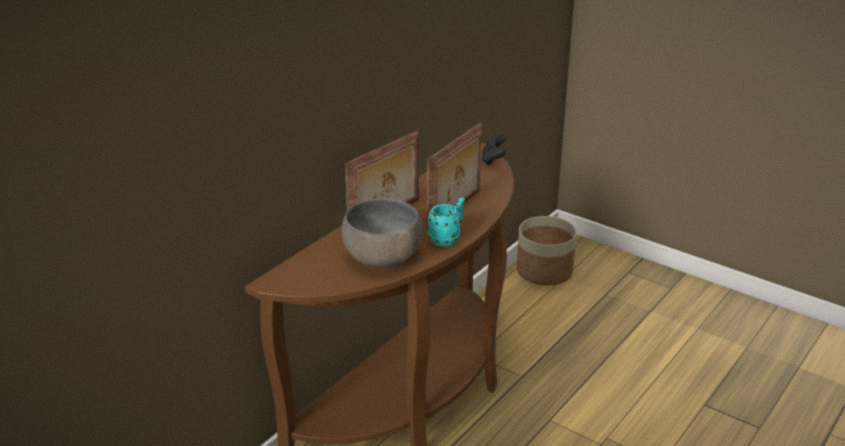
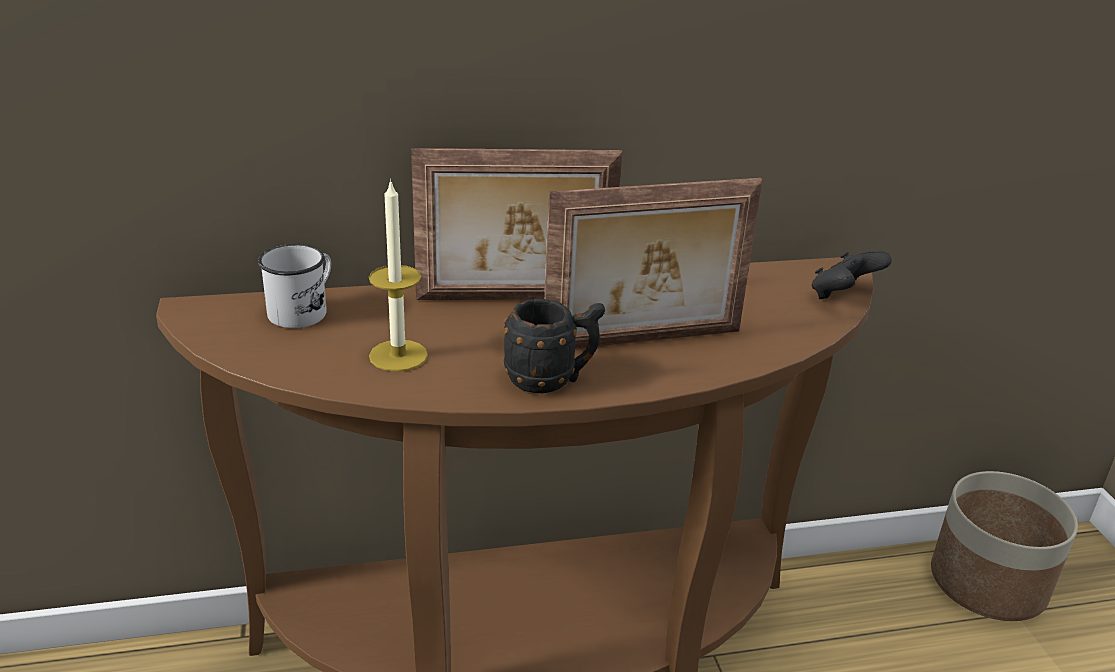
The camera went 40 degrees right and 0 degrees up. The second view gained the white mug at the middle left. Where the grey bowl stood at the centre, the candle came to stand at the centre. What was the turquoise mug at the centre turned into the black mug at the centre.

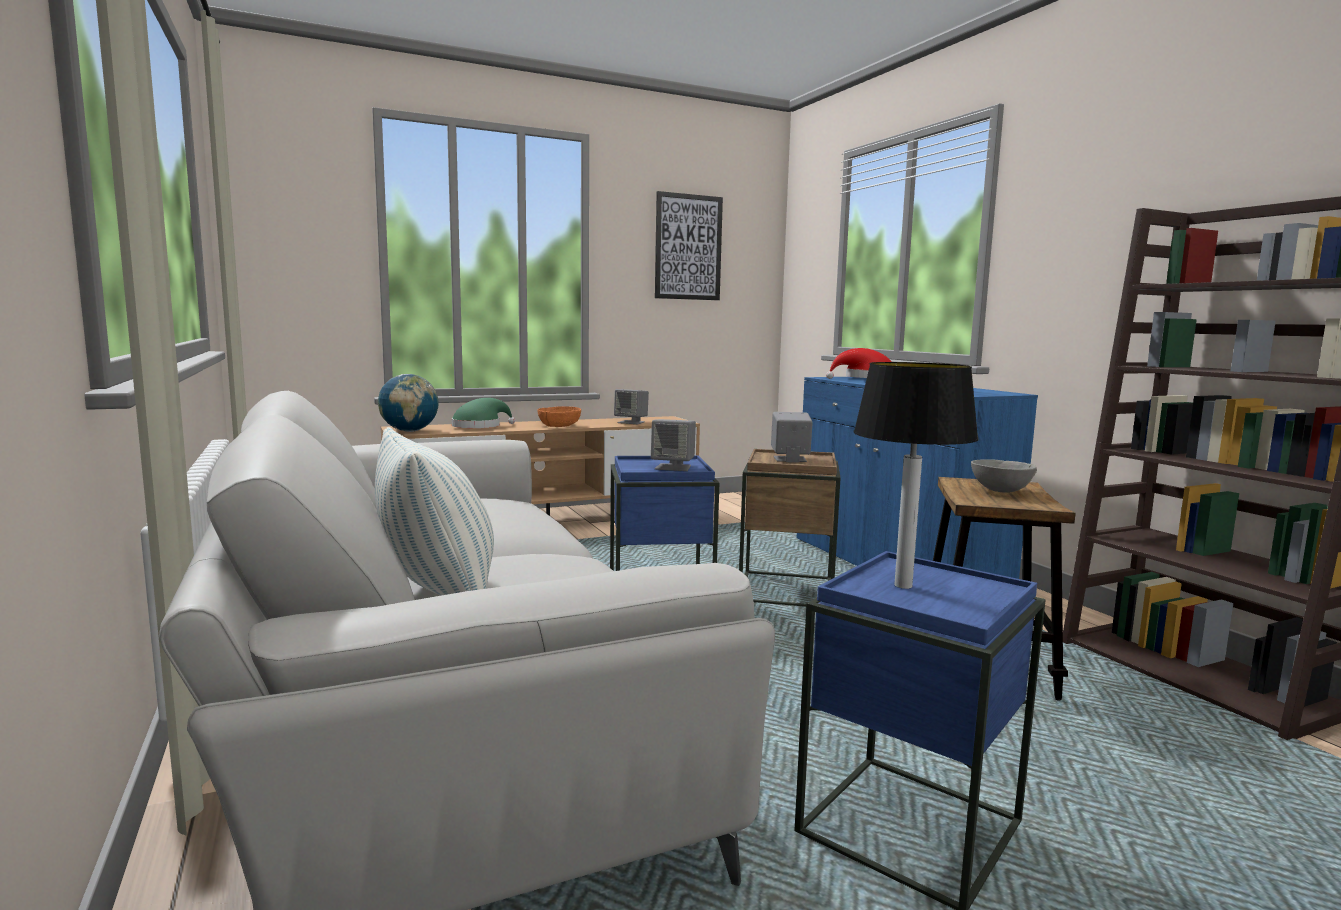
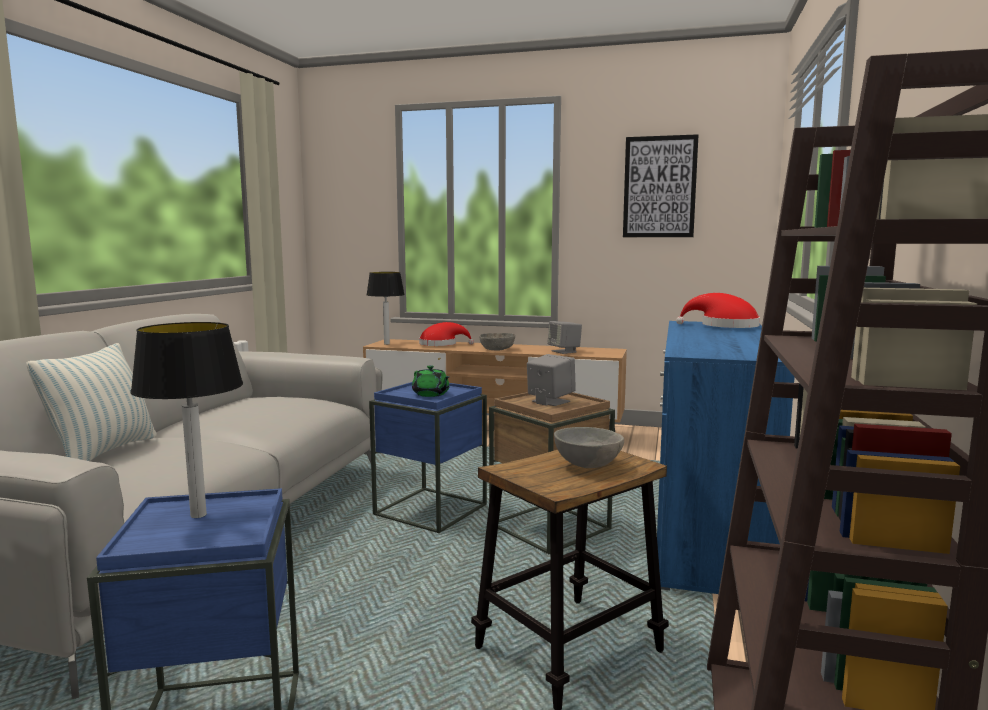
The camera went 40 degrees right and 0 degrees up. Where the globe stood at the middle left, the table lamp (2nd from left) came to stand at the centre. Where the grey speaker (2nd from left) stood at the centre, the green teapot came to stand at the centre. What was the green hat at the centre turned into the red hat (1st from left) at the centre. What was the orange bowl at the centre turned into the grey bowl (1st from left) at the centre.

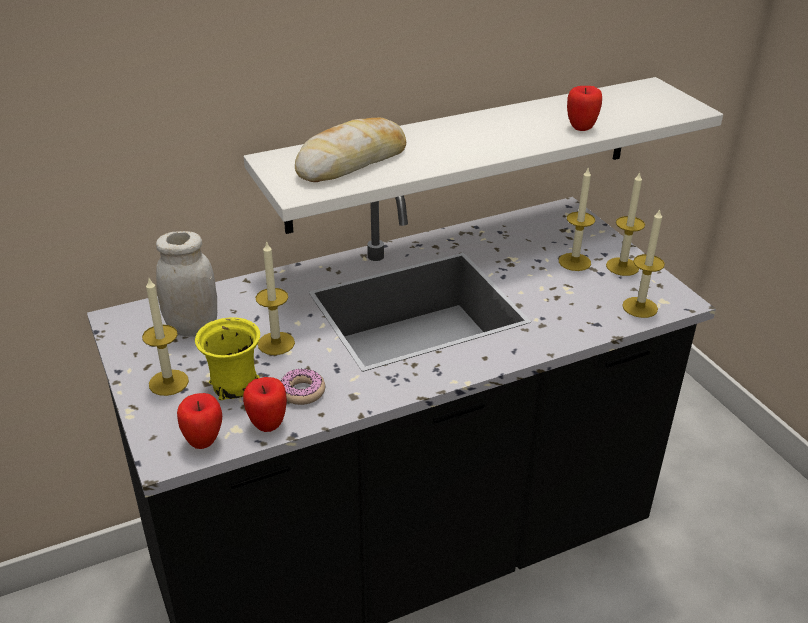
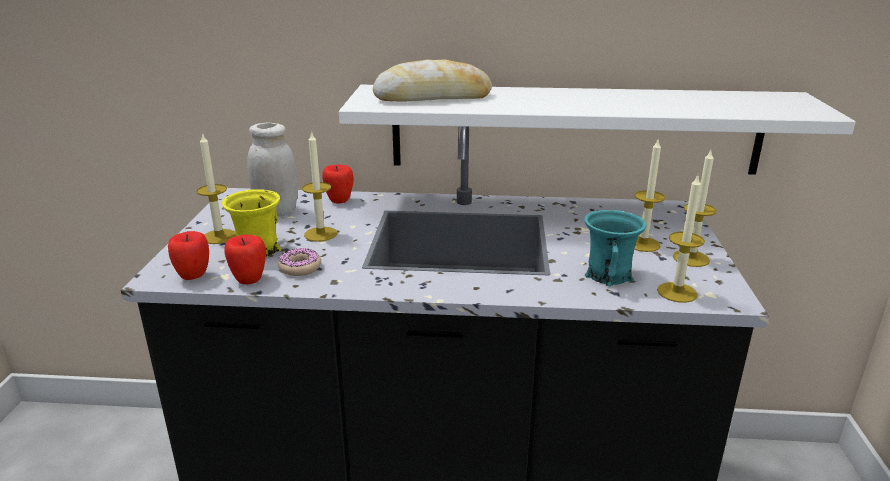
The camera went 30 degrees right and 10 degrees down. The second view gained the turquoise mug at the middle right. The apple (3rd from left) ended up elsewhere, having gone from the top right to the centre.

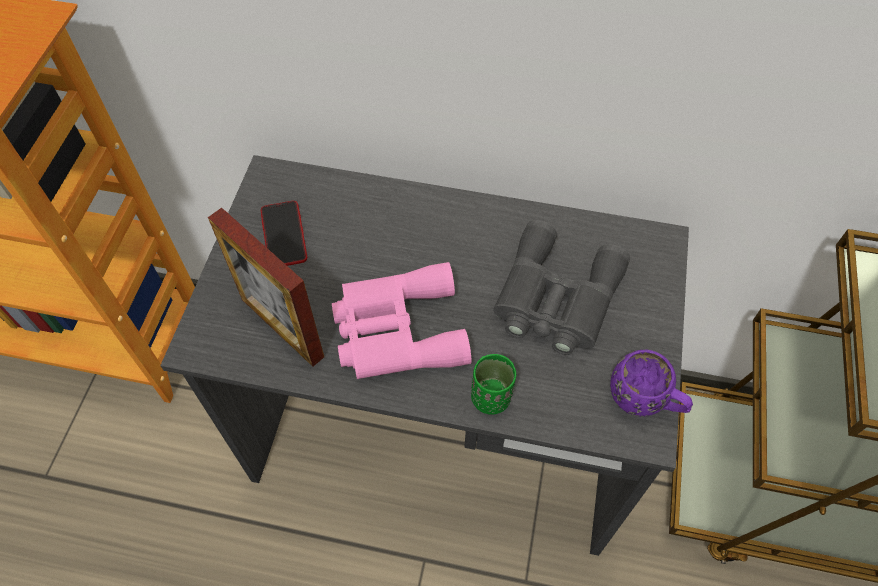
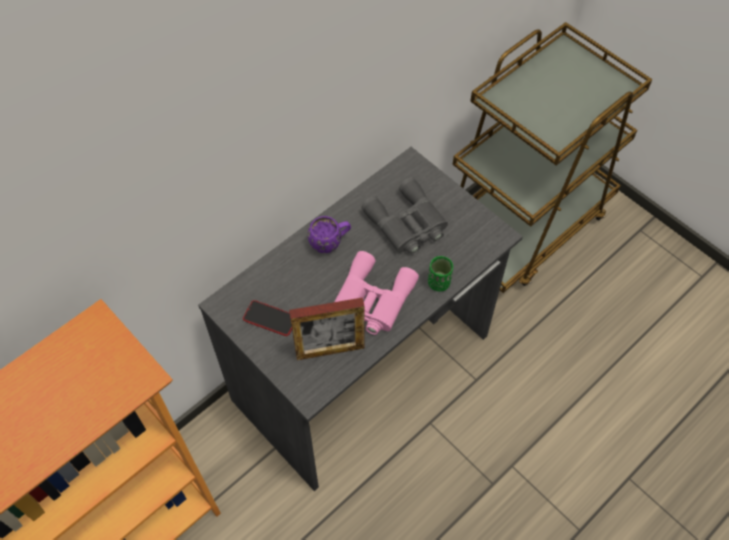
The camera went 55 degrees left and 0 degrees up. The purple mug ended up elsewhere, having gone from the middle right to the centre.

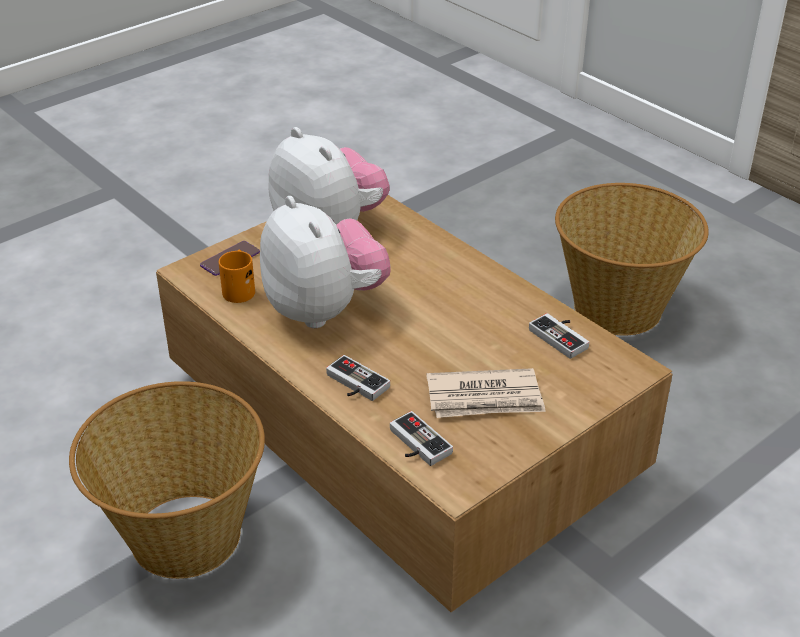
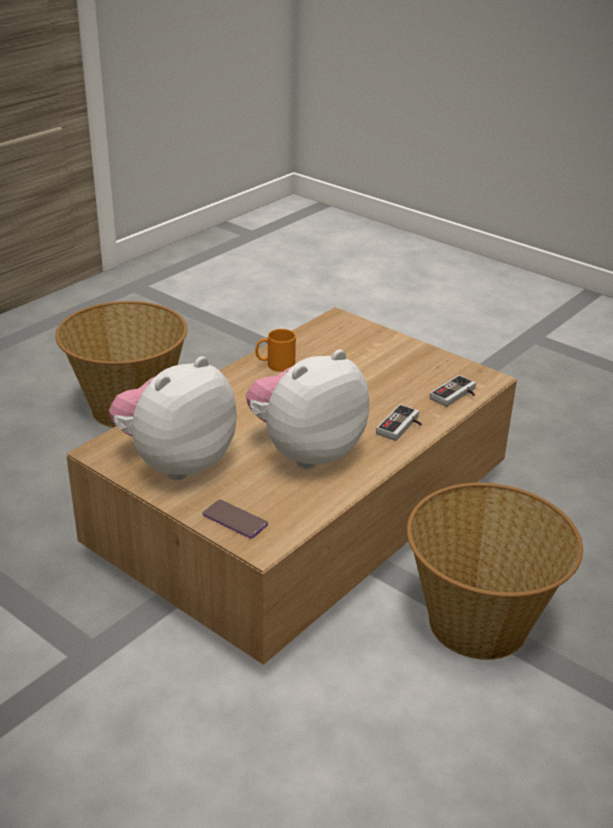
The camera went 100 degrees left and 5 degrees down. The second view lost the newspaper at the centre. The second view lost the game controller (3rd from left) at the middle right. The orange mug ended up elsewhere, having gone from the middle left to the centre.

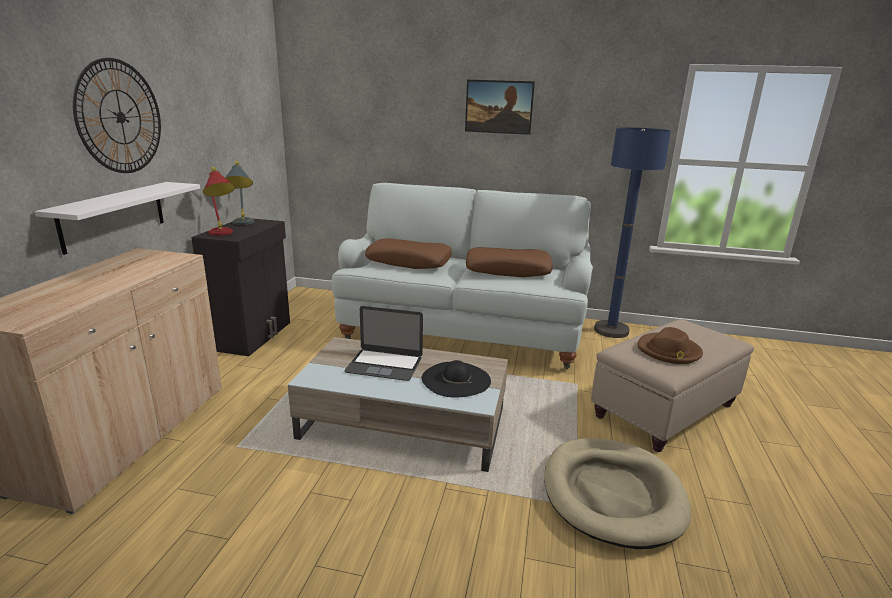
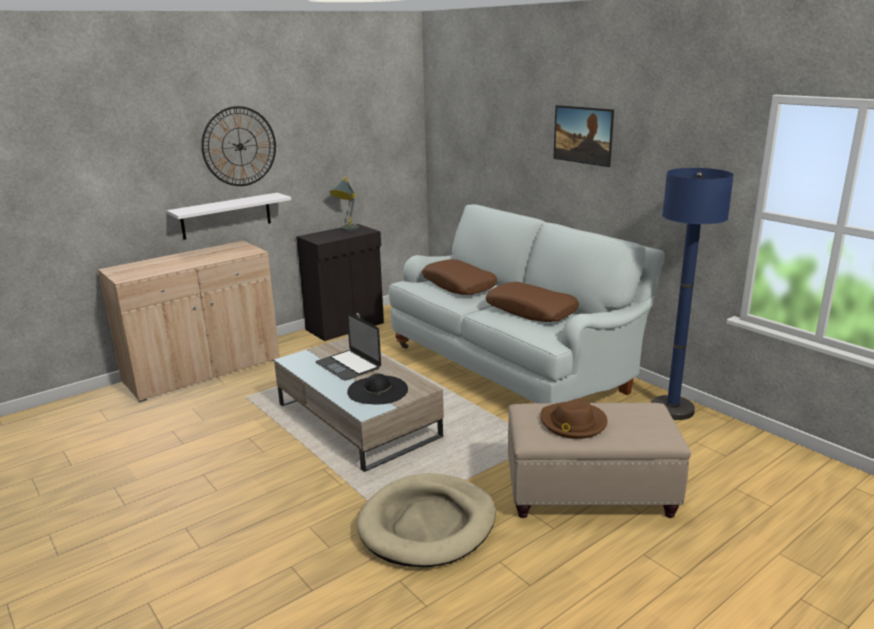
The camera went 40 degrees right and 0 degrees up. The second view lost the red table lamp at the middle left.

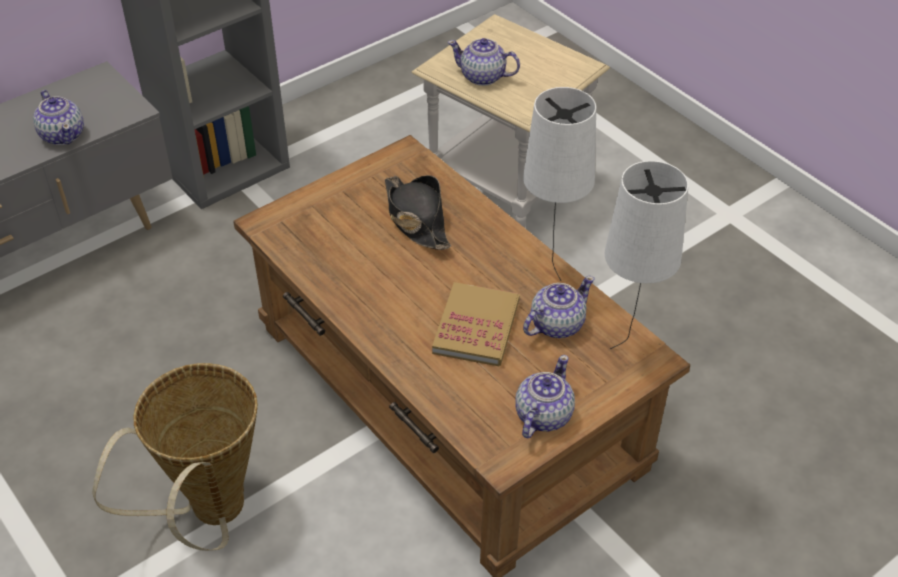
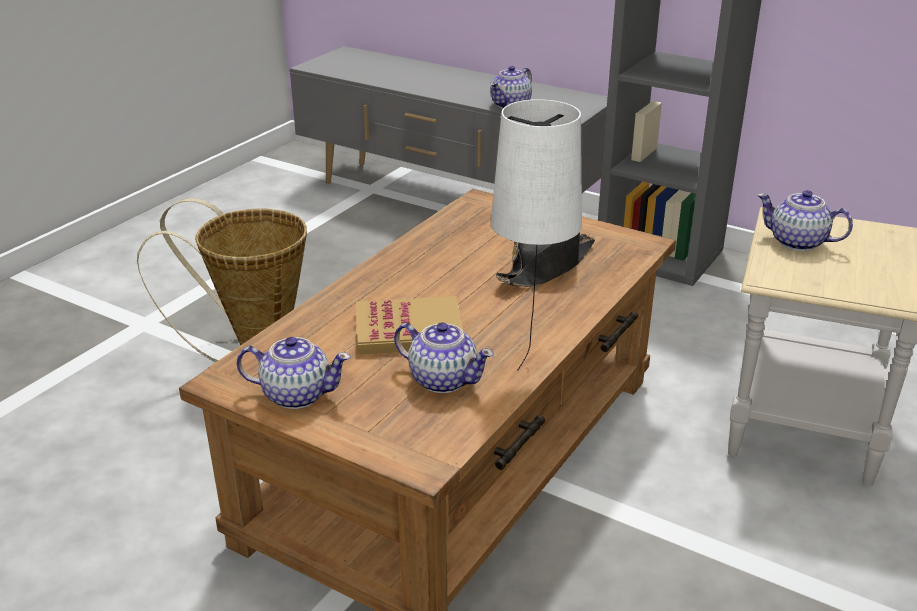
The camera went 70 degrees right and 15 degrees down. The second view lost the white table lamp (2nd from left) at the middle right. The teapot (2nd from left in the first image) at the top centre ended up facing another way, 60 degrees counterclockwise from before.

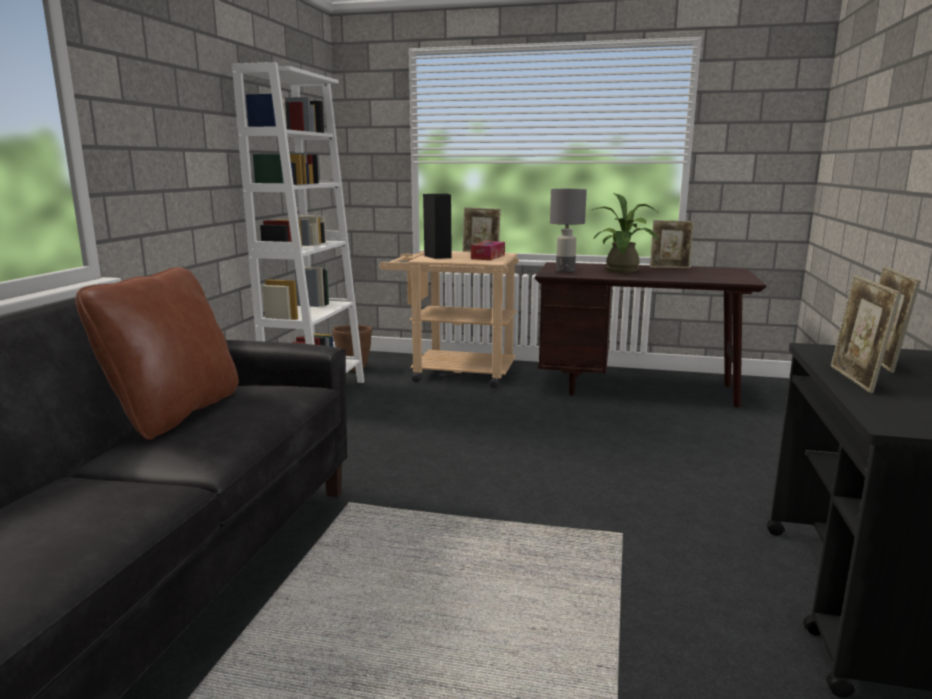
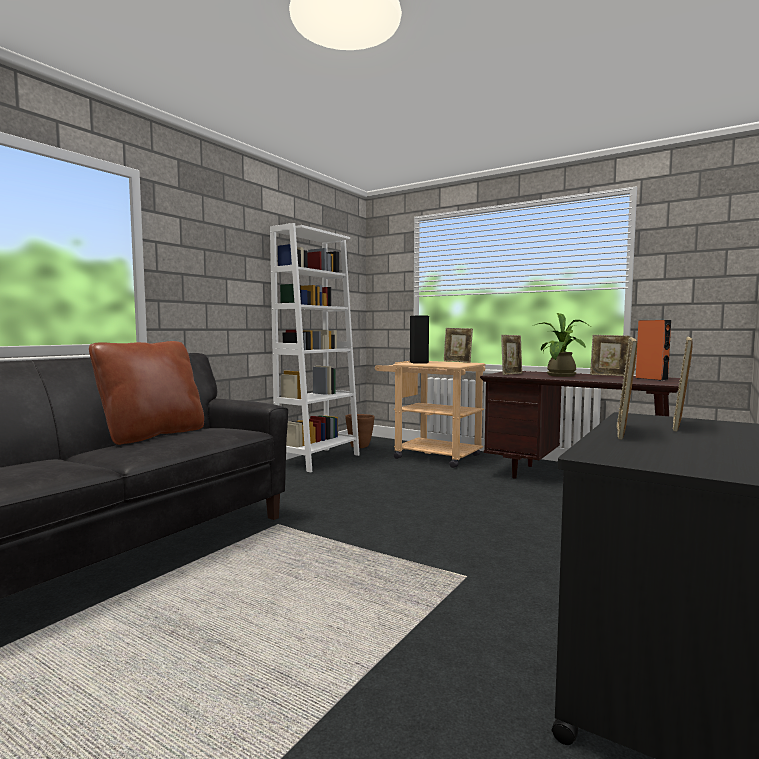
The camera went 20 degrees right and 10 degrees down. The second view lost the tissue box at the centre. The second view gained the orange speaker at the middle right. Where the grey table lamp stood at the top centre, the picture frame (2nd from left) came to stand at the middle right.

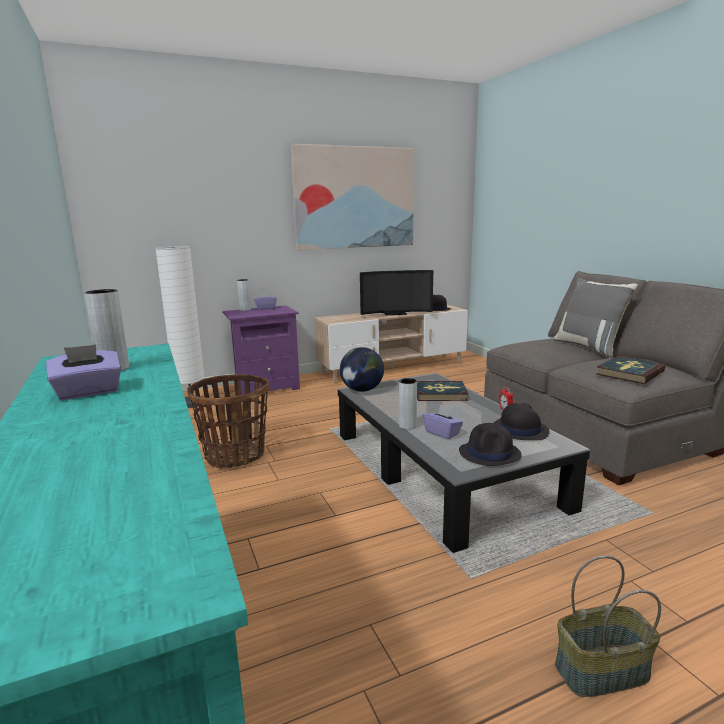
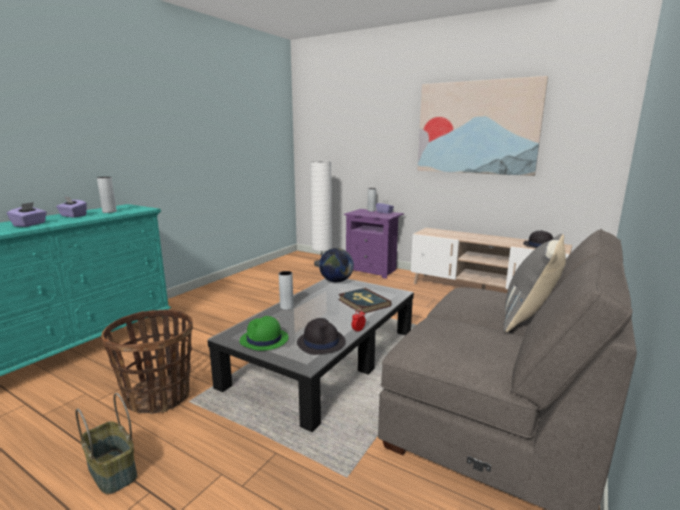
The camera went 55 degrees right and 0 degrees up. The second view lost the television at the centre. The second view lost the book (2nd from left) at the middle right. The basket (1st from left in the first image) ended up elsewhere, having gone from the middle left to the bottom left. The purple tissue box (3rd from left in the first image) ended up elsewhere, having gone from the centre to the middle left. What was the black hat (2nd from left) at the middle right turned into the green hat at the centre.

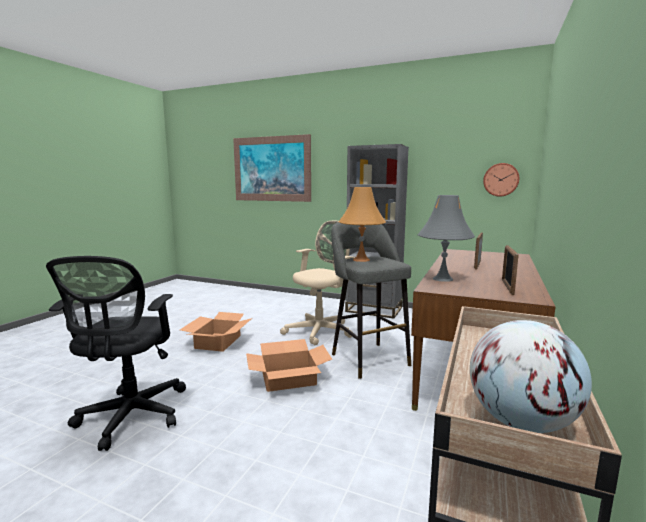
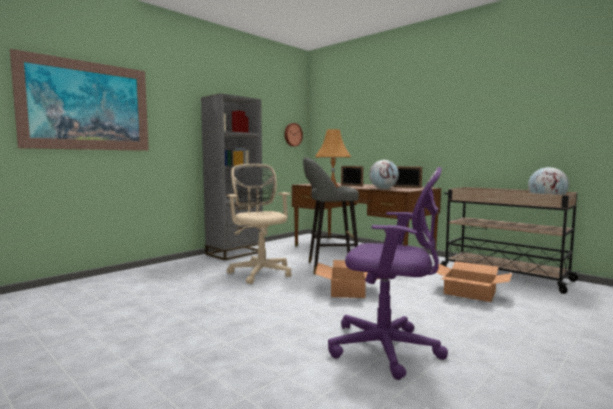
The camera went 70 degrees left and 5 degrees down. The cardboard box (1st from left in the first image) ended up elsewhere, having gone from the centre to the bottom right. Where the grey table lamp stood at the middle right, the globe (1st from left) came to stand at the centre. What was the black office chair at the bottom left turned into the purple office chair at the bottom centre.

